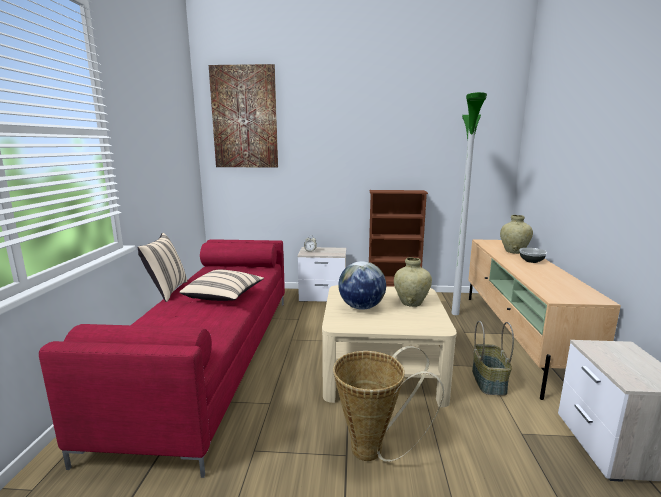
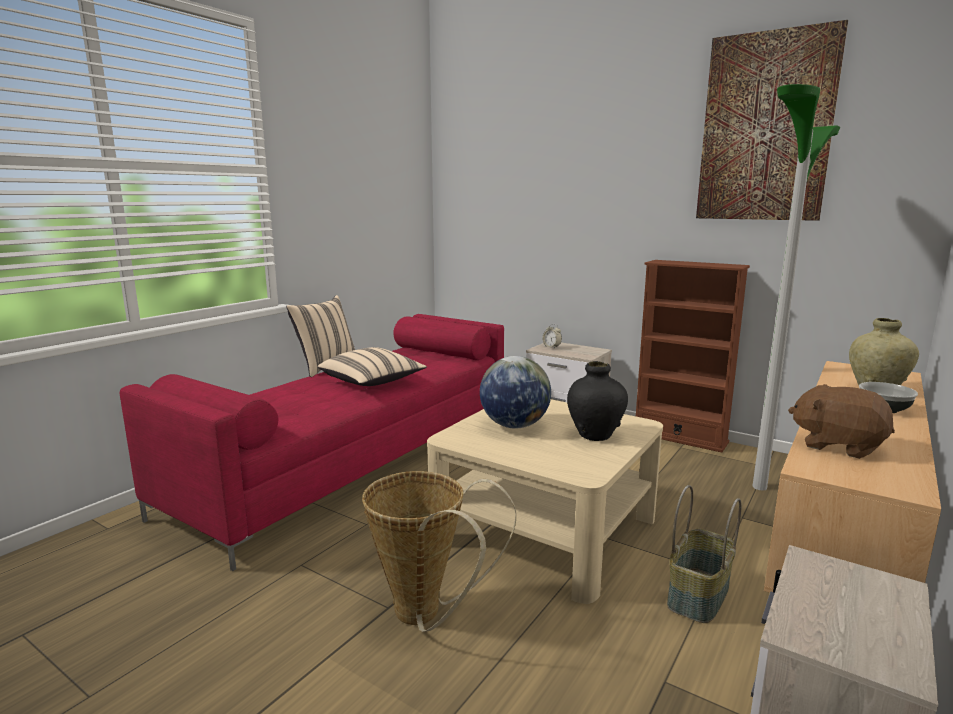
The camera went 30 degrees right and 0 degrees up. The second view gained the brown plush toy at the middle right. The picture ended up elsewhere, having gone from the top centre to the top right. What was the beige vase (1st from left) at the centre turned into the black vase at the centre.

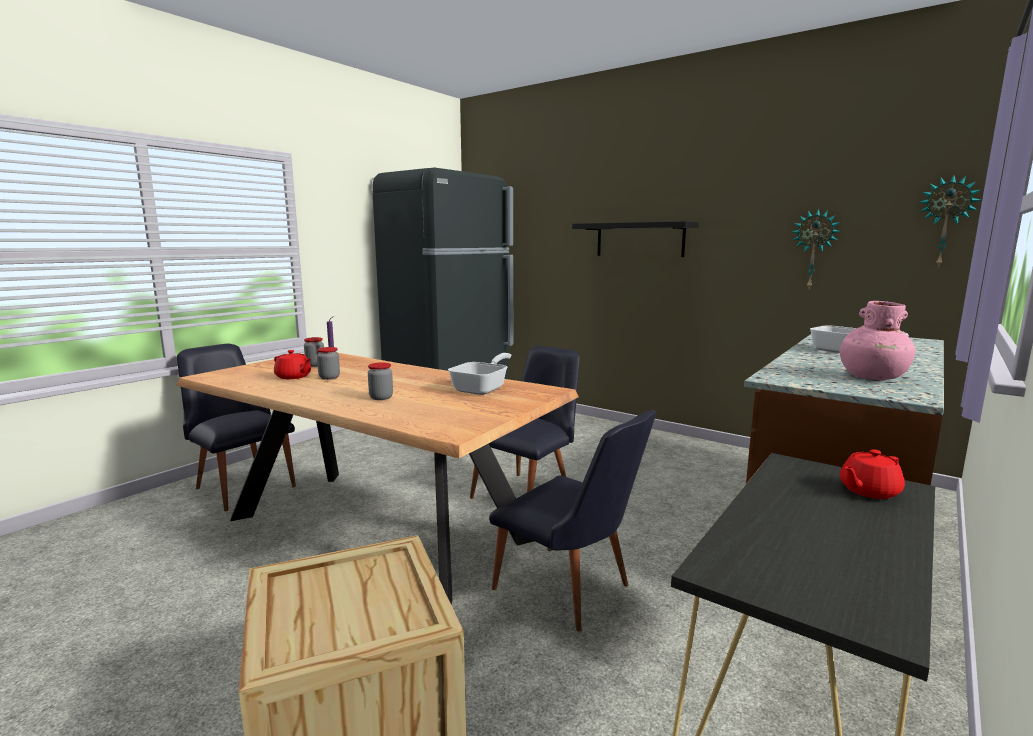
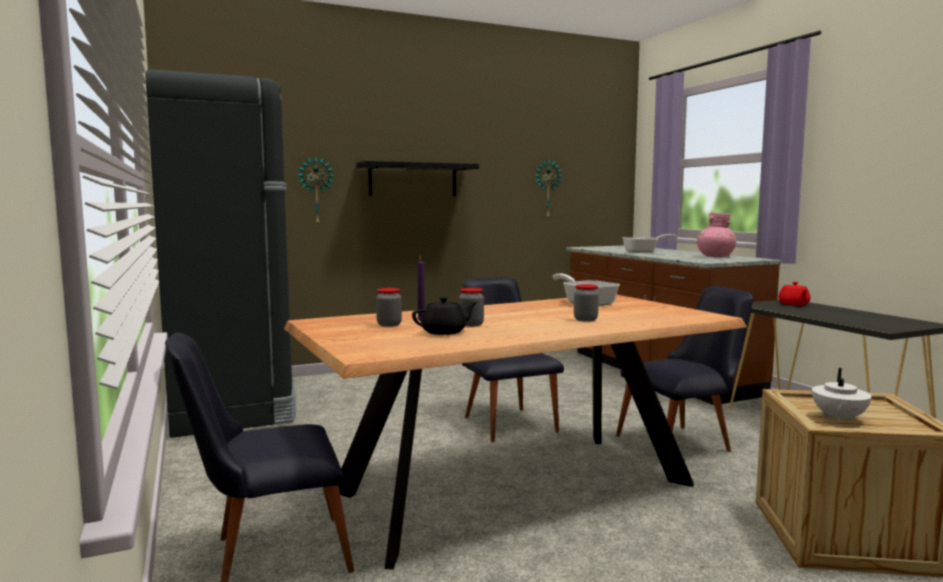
The camera went 60 degrees left and 5 degrees down. The second view gained the white teapot at the bottom right. The wall clock (2nd from left in the first image) ended up elsewhere, having gone from the top right to the top centre. What was the red teapot (1st from left) at the middle left turned into the black teapot at the centre.

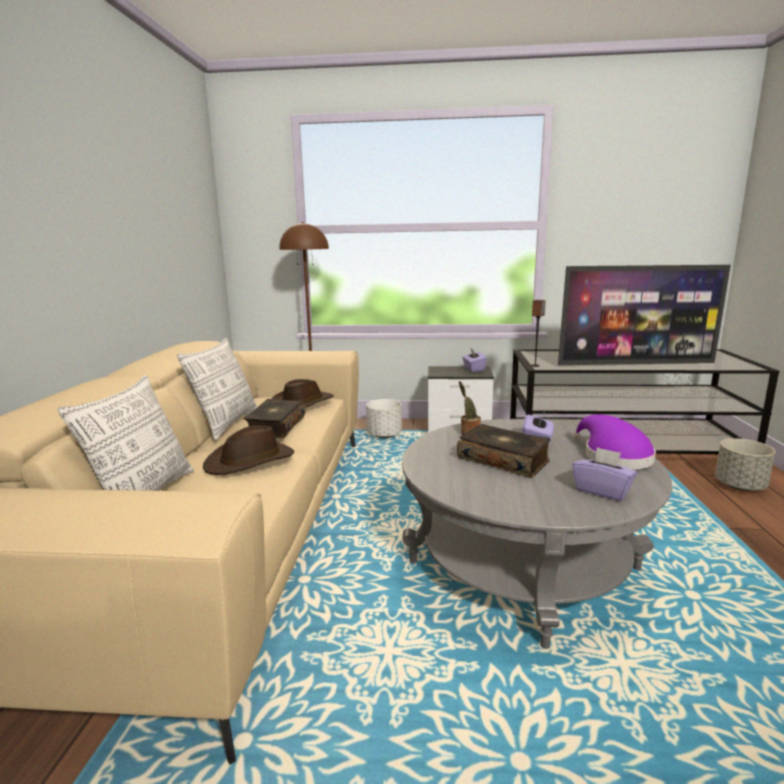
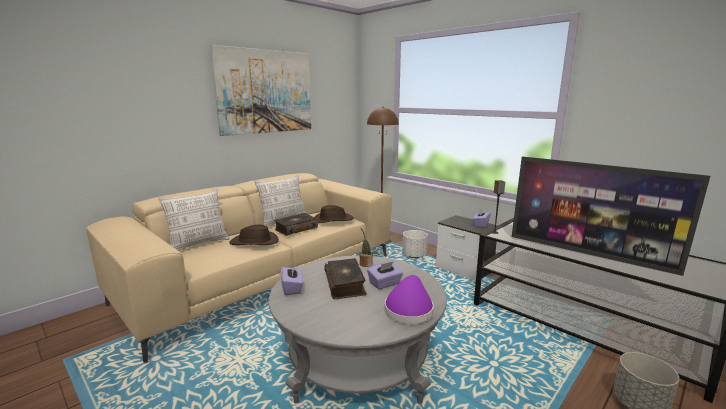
The camera went 40 degrees right and 0 degrees up. The second view gained the picture at the top centre. The purple tissue box (3rd from left in the first image) ended up elsewhere, having gone from the middle right to the bottom centre.

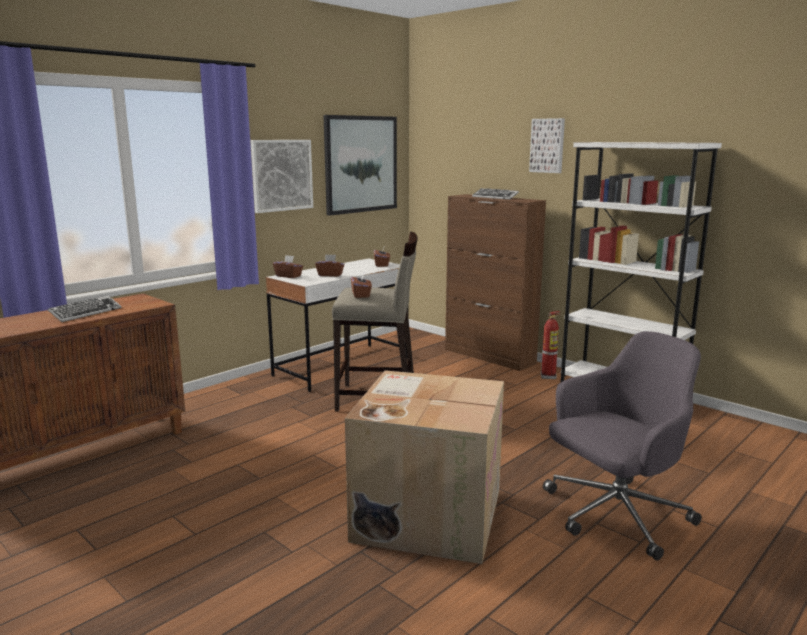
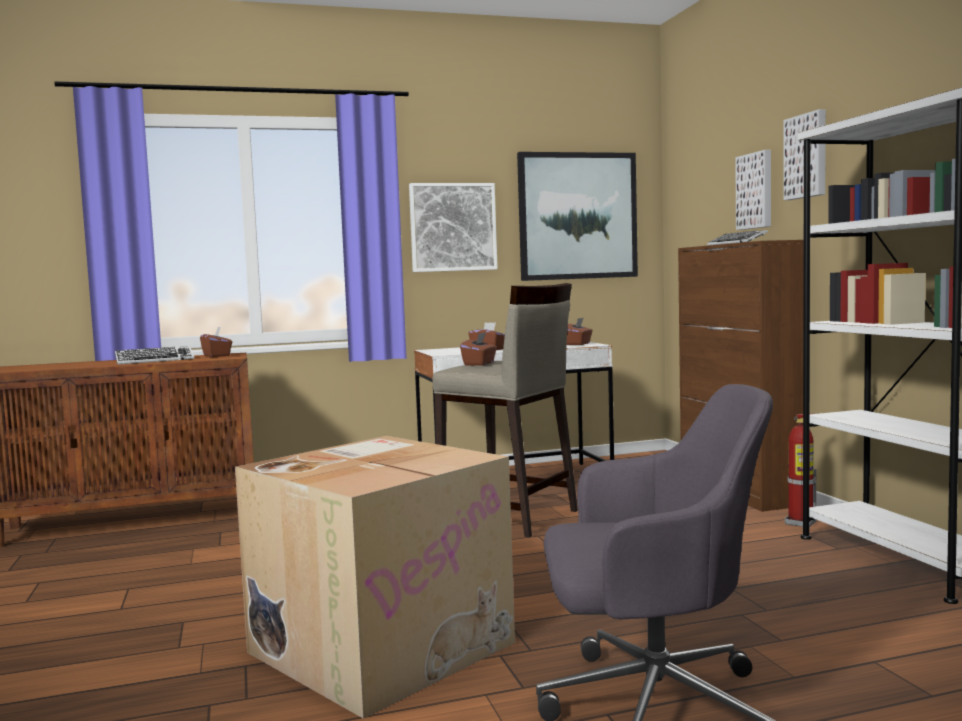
The camera went 30 degrees right and 10 degrees down. The second view gained the picture (3rd from left) at the top right. The brown tissue box (1st from left) ended up elsewhere, having gone from the centre to the middle left.

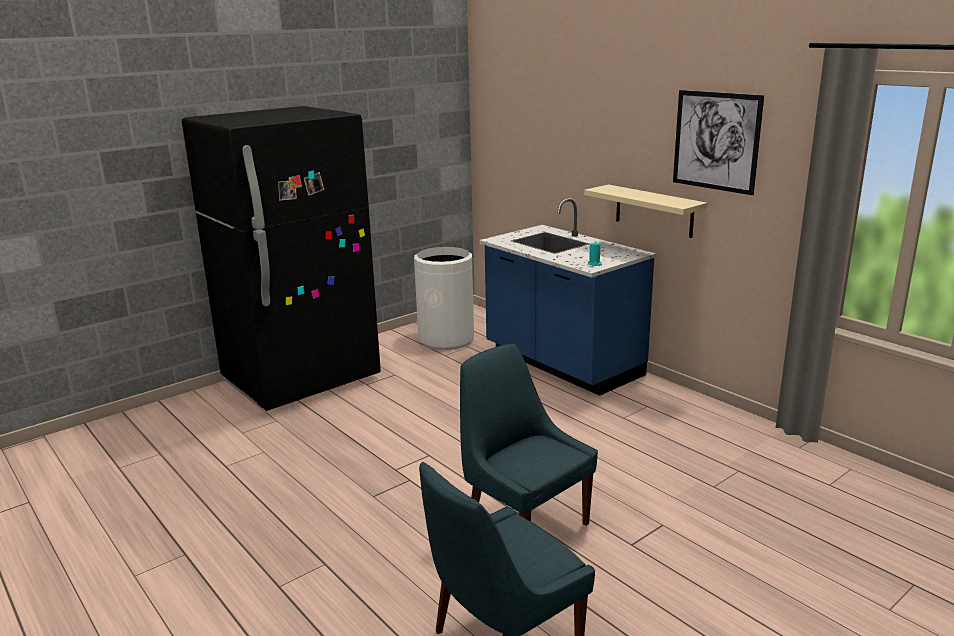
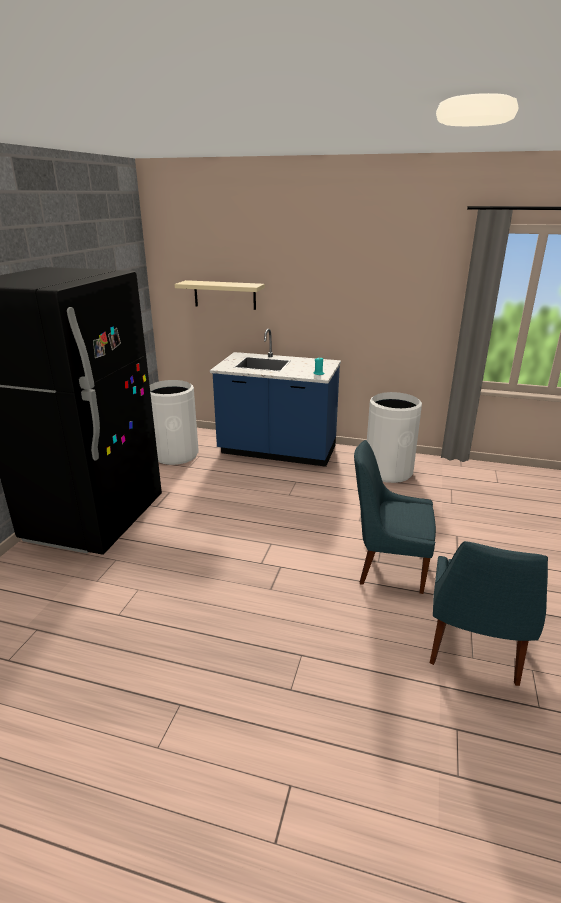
The camera went 35 degrees left and 5 degrees up. The second view lost the picture at the top right. The second view gained the white trash can (2nd from left) at the middle right. The beige shelf ended up elsewhere, having gone from the top right to the top centre.

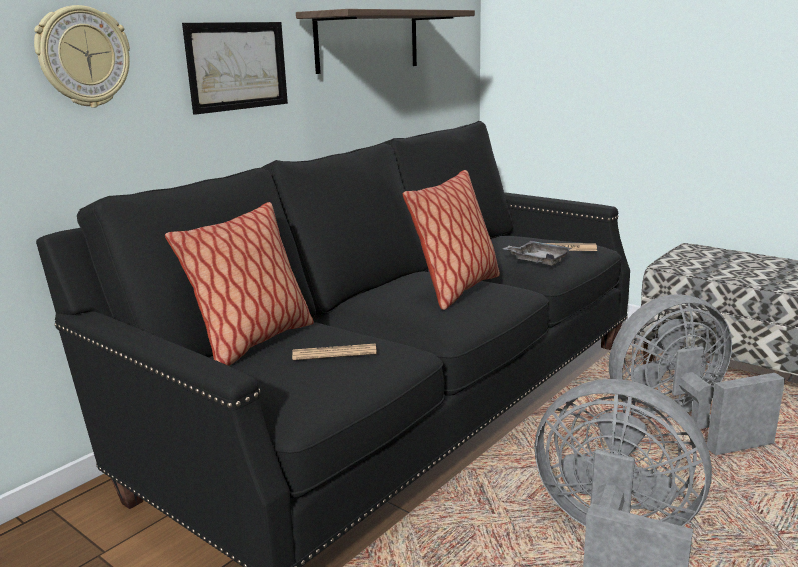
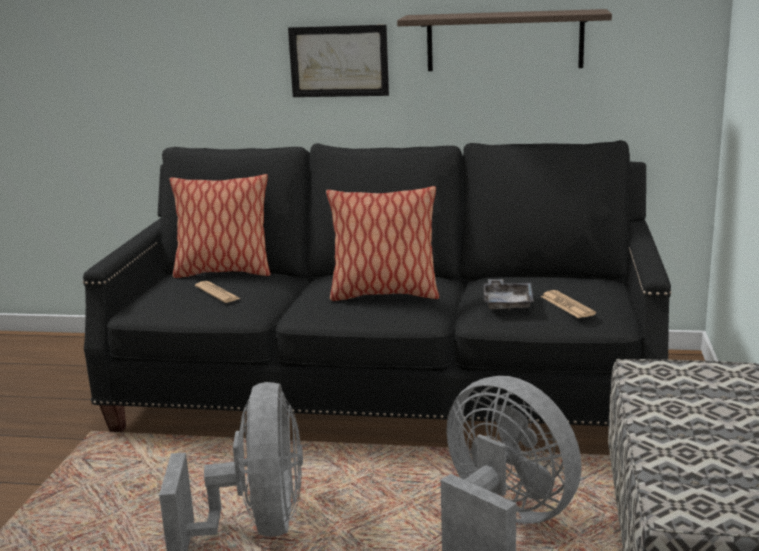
The camera went 60 degrees right and 0 degrees up. The second view lost the wall clock at the top left.

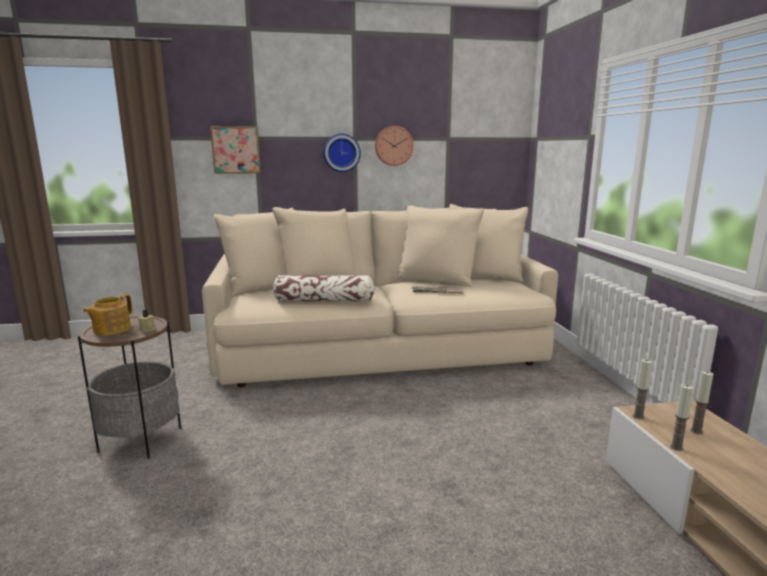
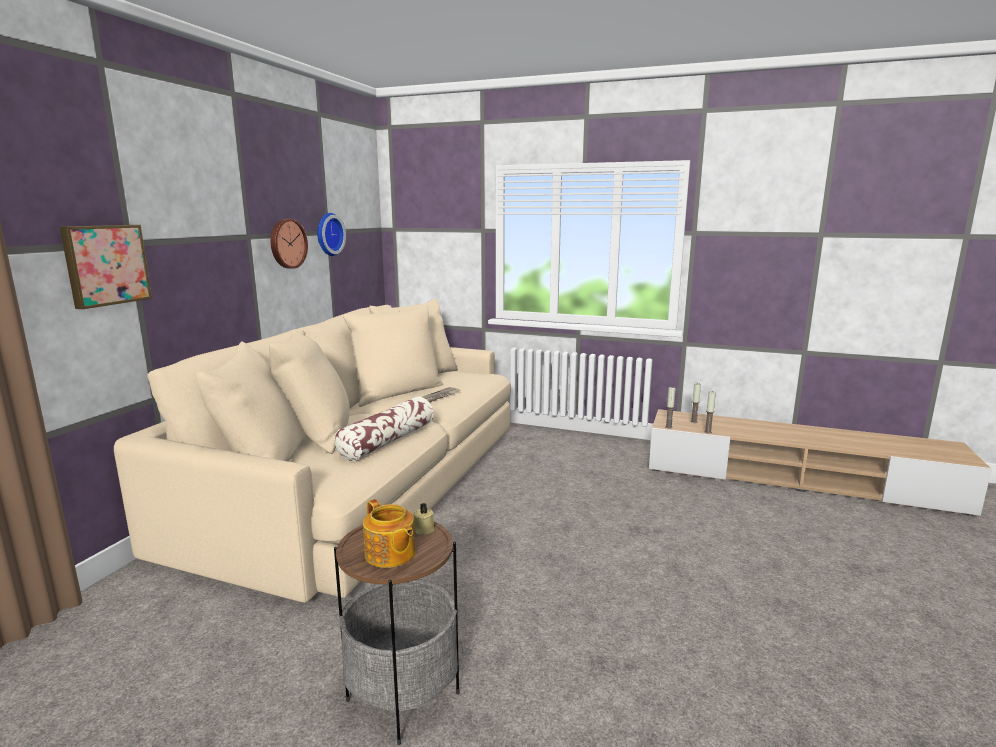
The camera went 60 degrees left and 0 degrees up. The wall clock (1st from left in the first image) ended up elsewhere, having gone from the top centre to the top left.

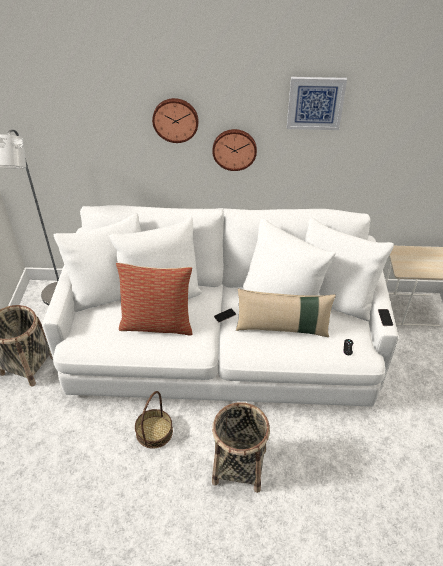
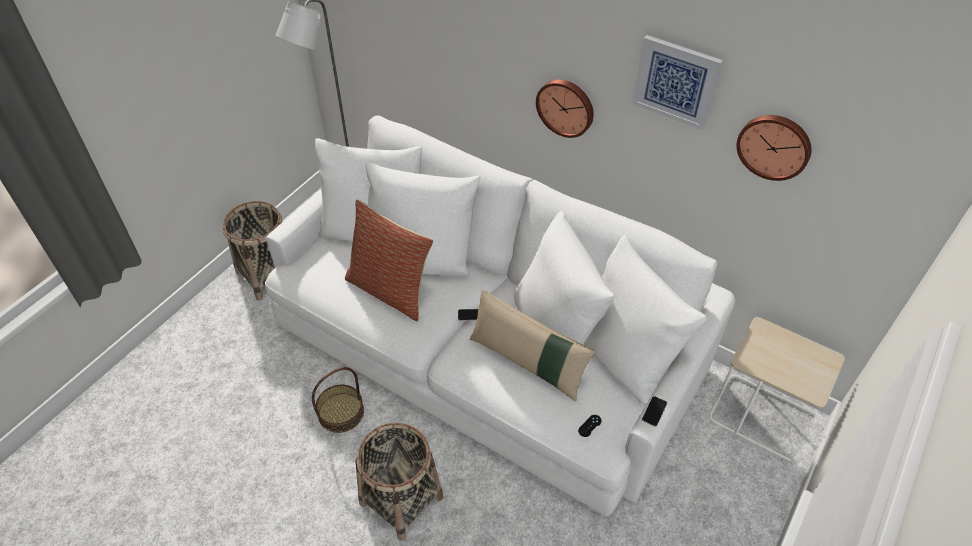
The camera went 30 degrees right and 5 degrees up. The wall clock (1st from left in the first image) ended up elsewhere, having gone from the top centre to the top right.

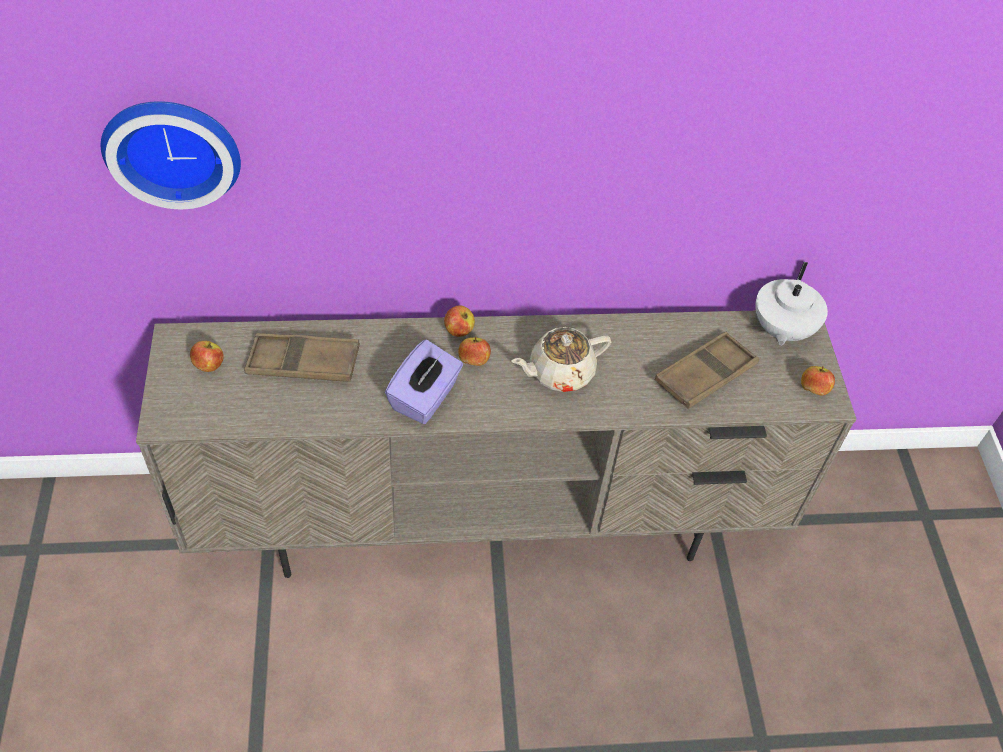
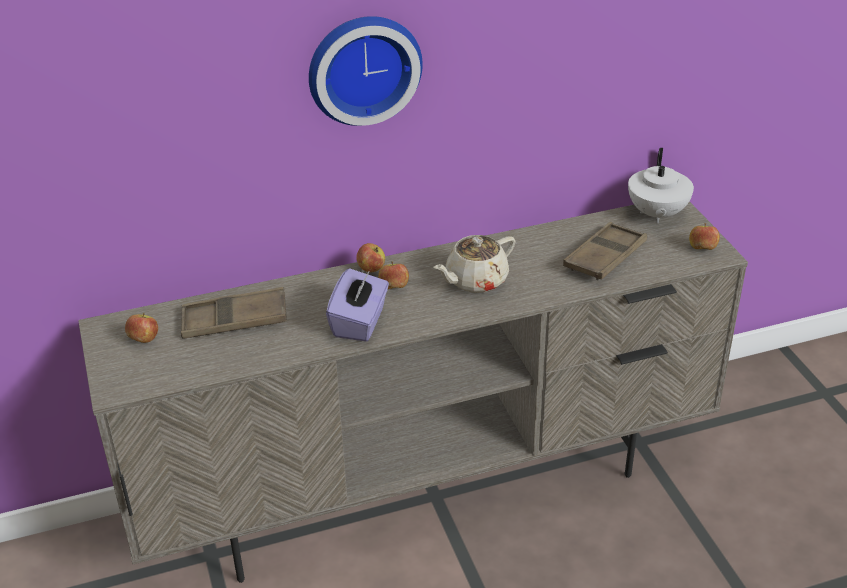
The camera went 10 degrees left and 15 degrees down. The wall clock ended up elsewhere, having gone from the top left to the top centre.

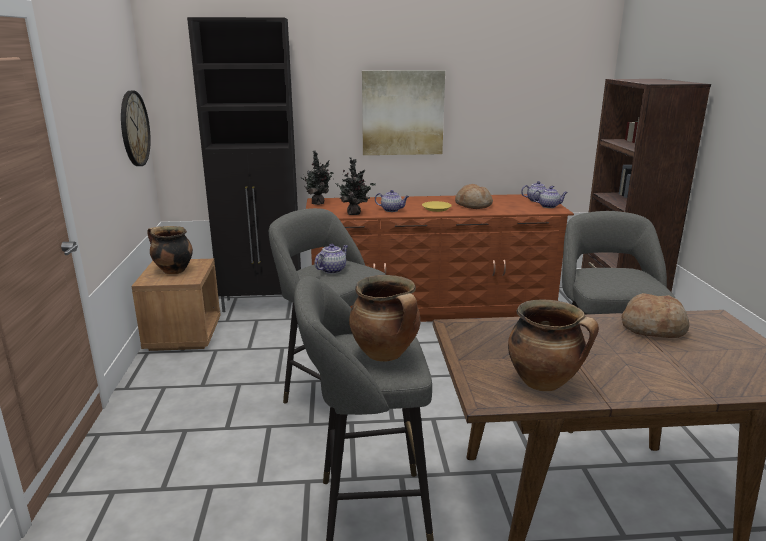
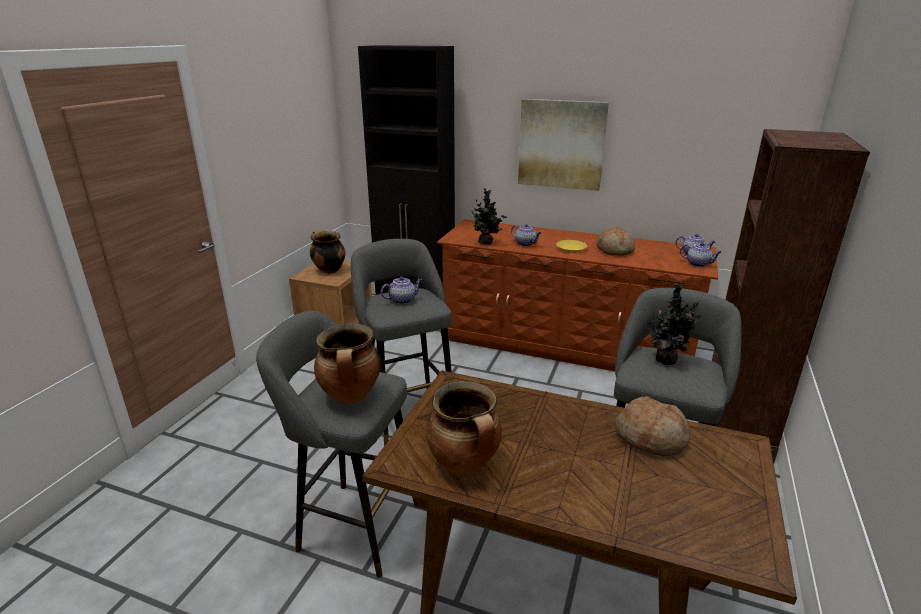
The camera went 25 degrees right and 5 degrees up. The second view lost the wall clock at the top left. The potted plant (1st from left in the first image) ended up elsewhere, having gone from the top centre to the middle right.

